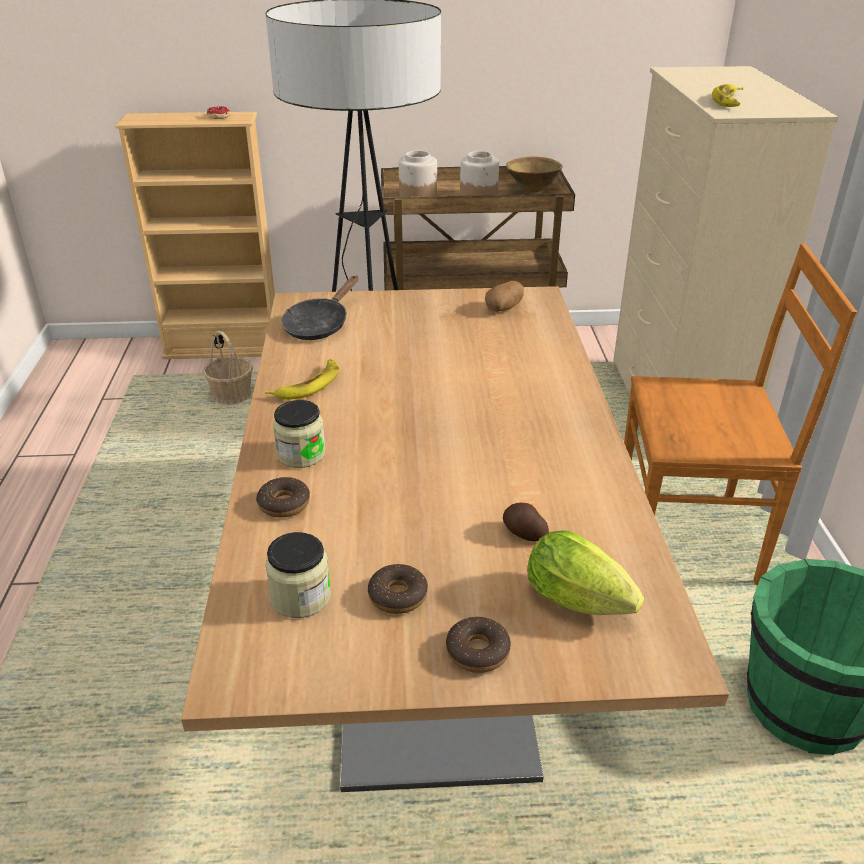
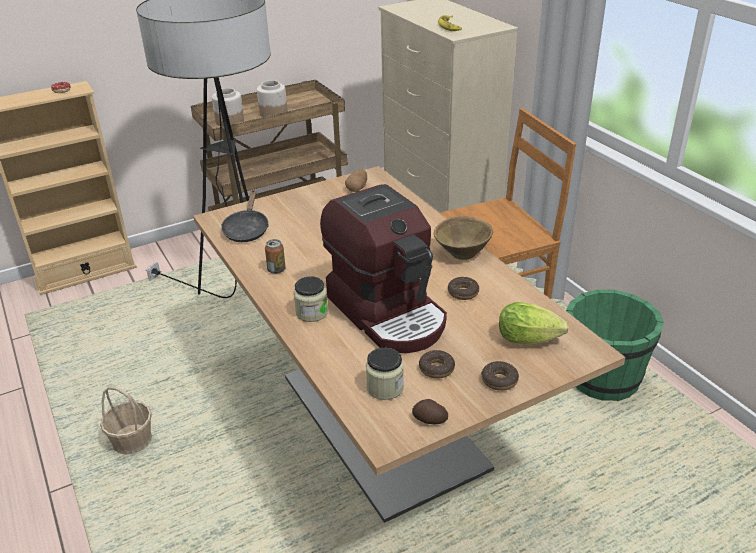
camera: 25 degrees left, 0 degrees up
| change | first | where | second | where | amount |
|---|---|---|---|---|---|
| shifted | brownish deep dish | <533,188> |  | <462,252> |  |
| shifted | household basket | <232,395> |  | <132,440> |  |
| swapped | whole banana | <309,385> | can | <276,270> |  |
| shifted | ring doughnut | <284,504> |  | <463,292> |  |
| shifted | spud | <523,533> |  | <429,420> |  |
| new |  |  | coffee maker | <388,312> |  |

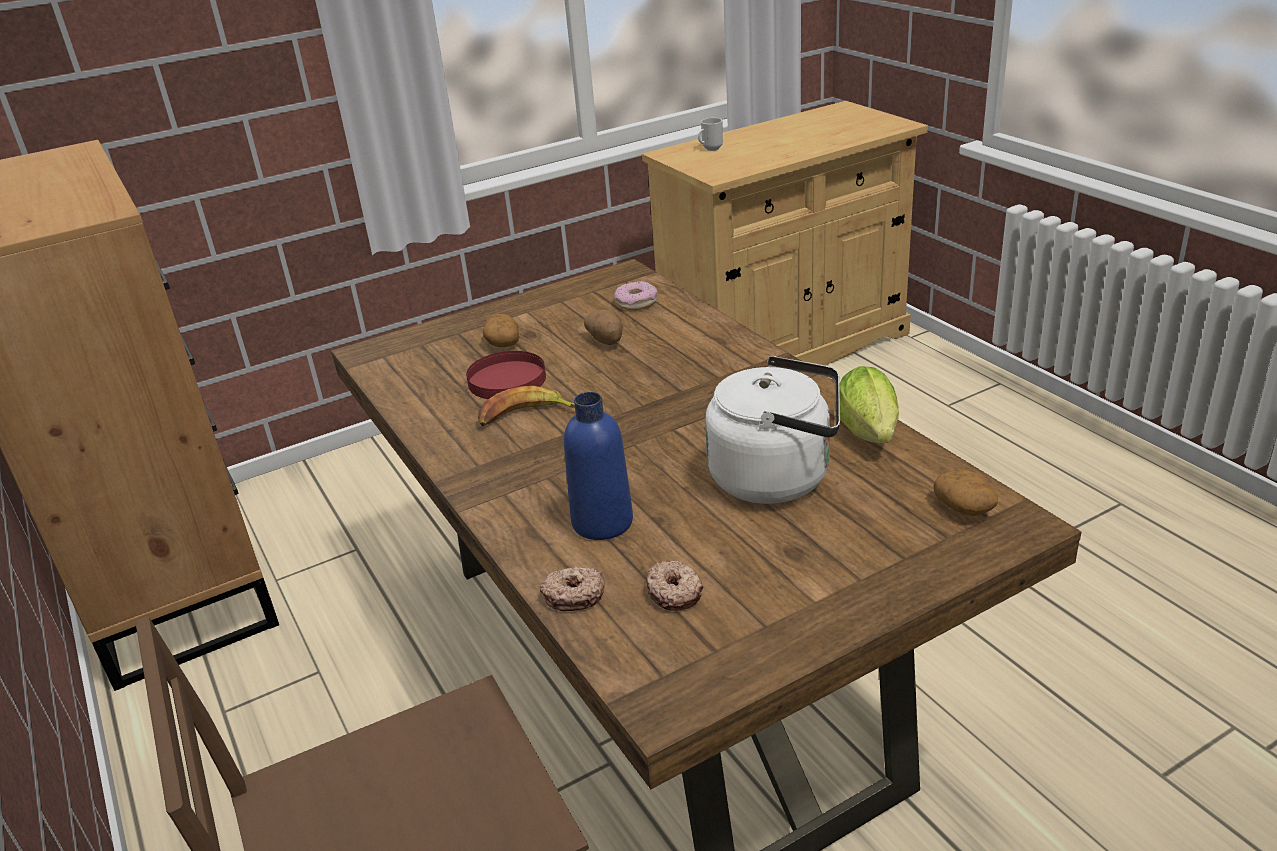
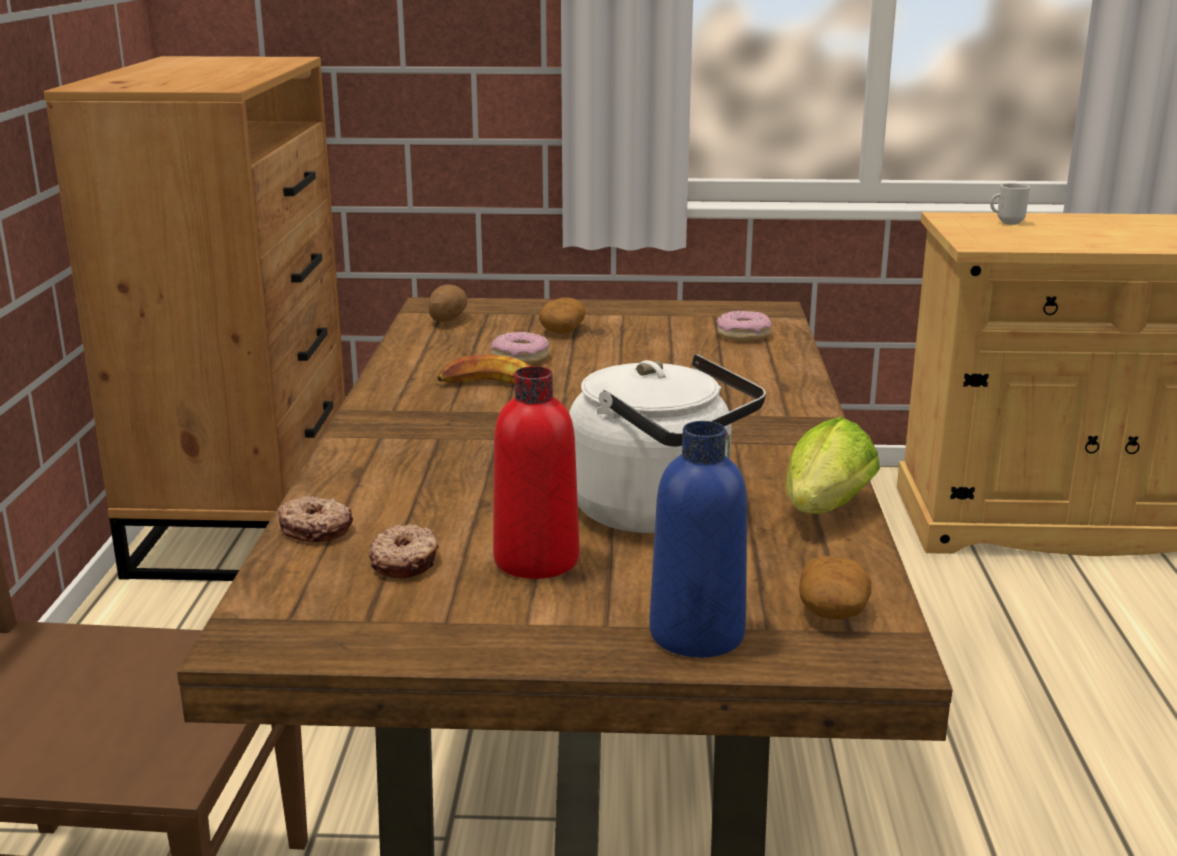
camera: 30 degrees right, 10 degrees down
| change | first | where | second | where | amount |
|---|---|---|---|---|---|
| shifted | spud | <606,340> |  | <446,319> |  |
| swapped | red plate | <506,380> | ring doughnut | <520,357> |  |
| shifted | blue-coloured bottle | <602,522> |  | <697,634> |  |
| new |  |  | red bottle | <536,560> |  |

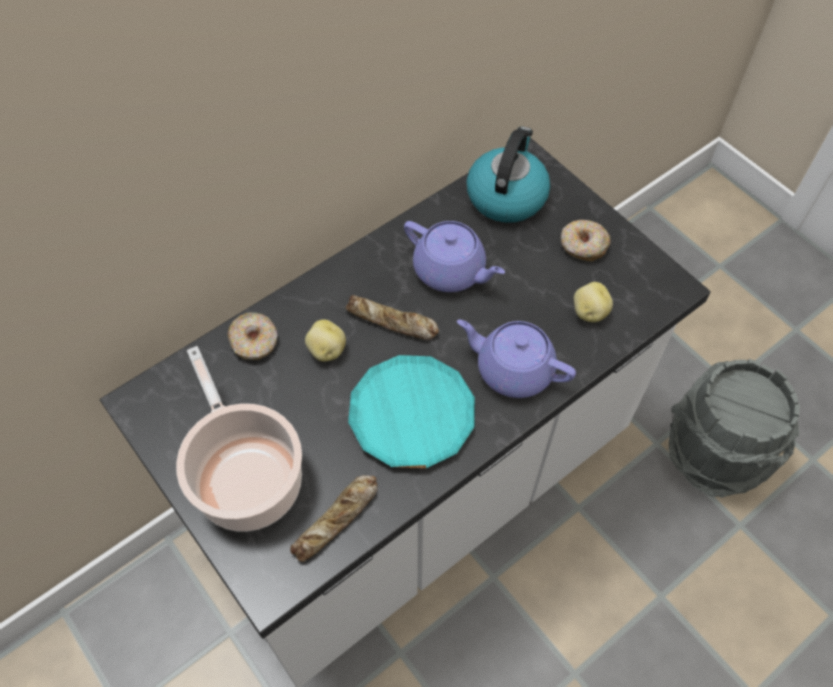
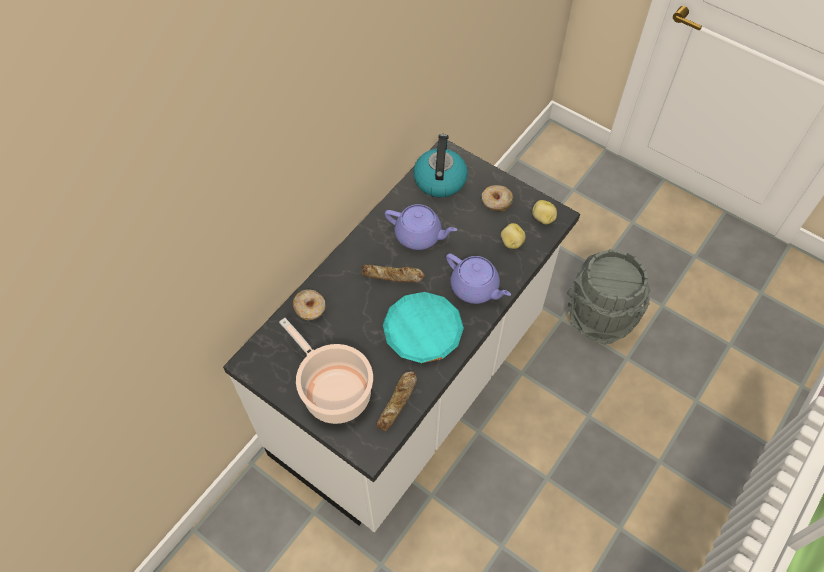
camera: 15 degrees left, 0 degrees up
| change | first | where | second | where | amount |
|---|---|---|---|---|---|
| shifted | spud | <326,350> |  | <543,219> |  |
| rotated | purple-coloured teapot | <512,369> |  | <475,288> | 150 degrees counterclockwise |

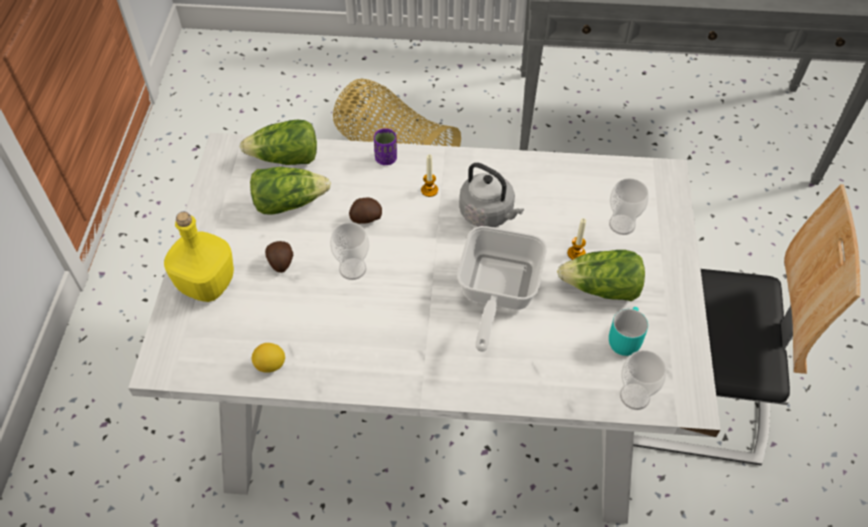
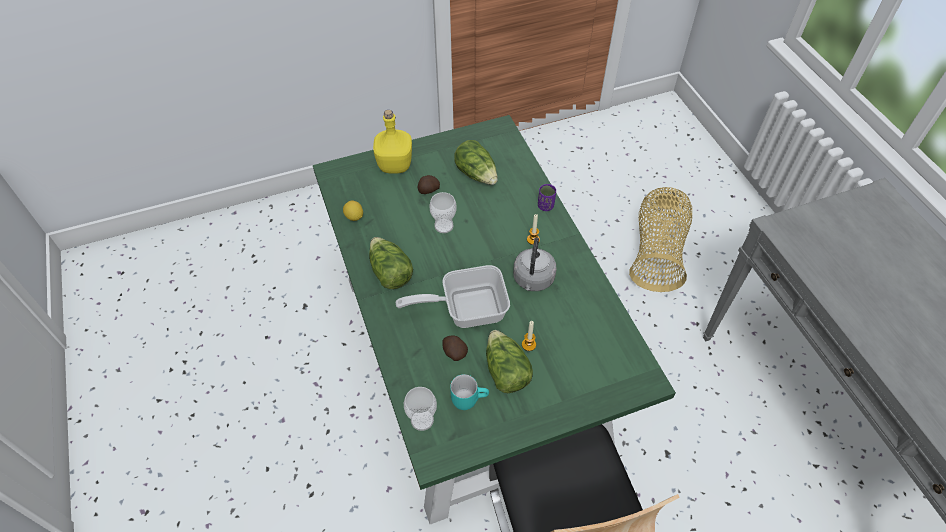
camera: 65 degrees right, 0 degrees up
| change | first | where | second | where | amount |
|---|---|---|---|---|---|
| shifted | lettuce | <285,159> |  | <389,272> |  |
| repainted | white dining table | <431,391> | green-coloured dining table | <470,359> |  |
| gone | small cup | <622,224> |  |  |  |
| shifted | spud | <366,218> |  | <454,352> |  |

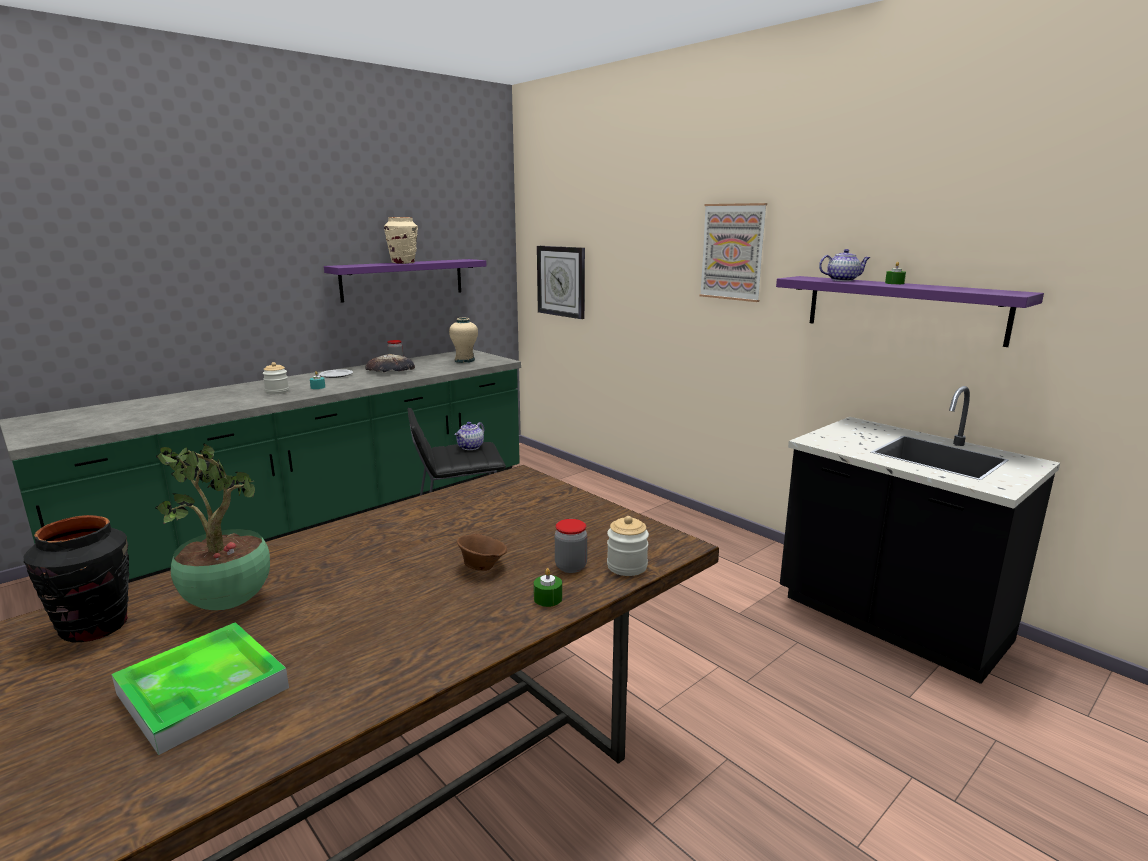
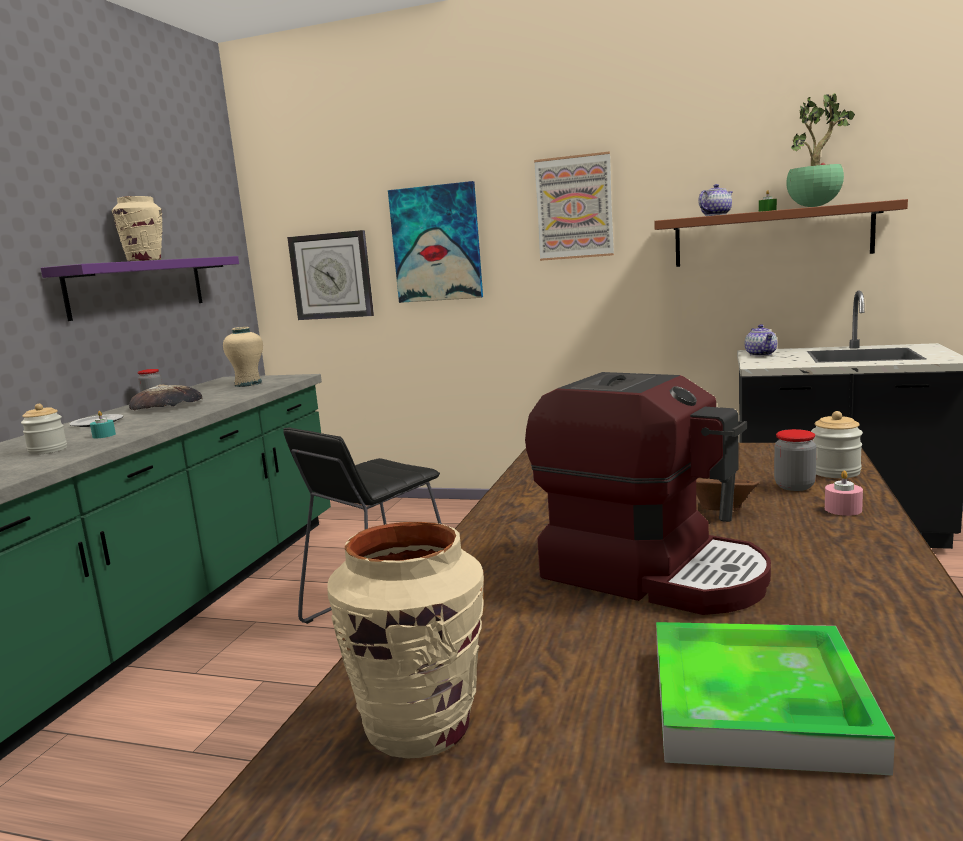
camera: 30 degrees left, 5 degrees down
| change | first | where | second | where | amount |
|---|---|---|---|---|---|
| repainted | purple-coloured bracket shelf | <902,308> | brownish bracket shelf | <771,236> |  |
| shifted | teapot | <471,447> |  | <761,354> |  |
| shifted | houseplant | <231,603> |  | <815,206> |  |
| repainted | blackish flower vase | <96,627> | beige-coloured flower vase | <420,727> |  |
| repainted | green-coloured wax candle | <548,598> | pinkish wax candle | <843,509> |  |
| new |  |  | wall picture | <436,243> |  |
| new |  |  | coffee maker | <652,572> |  |

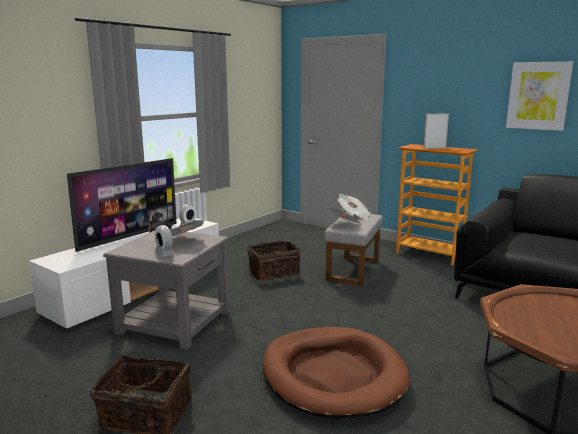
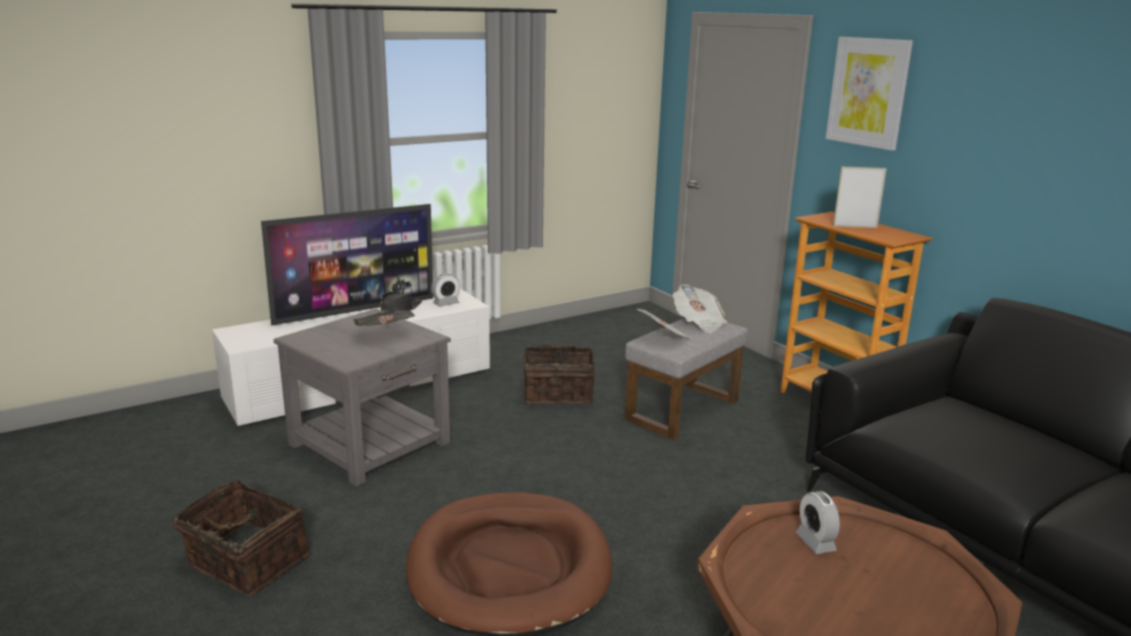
camera: 20 degrees right, 5 degrees up
| change | first | where | second | where | amount |
|---|---|---|---|---|---|
| shifted | wall picture | <538,96> |  | <868,92> |  |
| shifted | table clock | <164,253> |  | <815,542> |  |

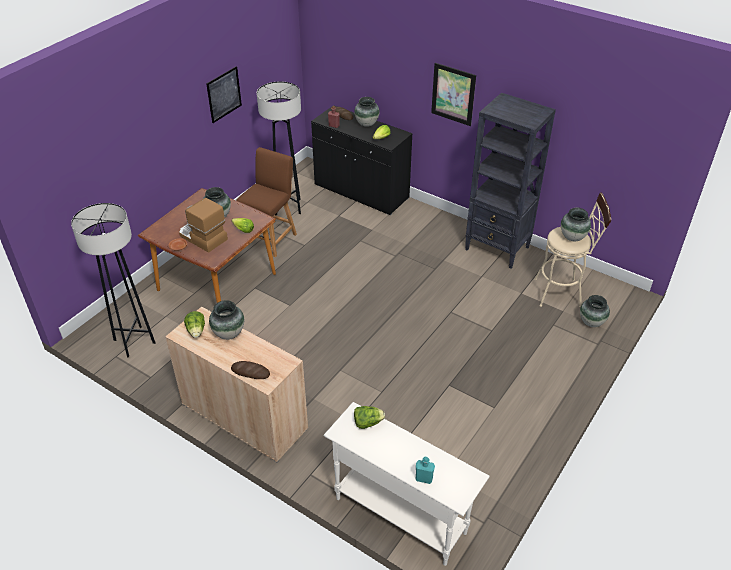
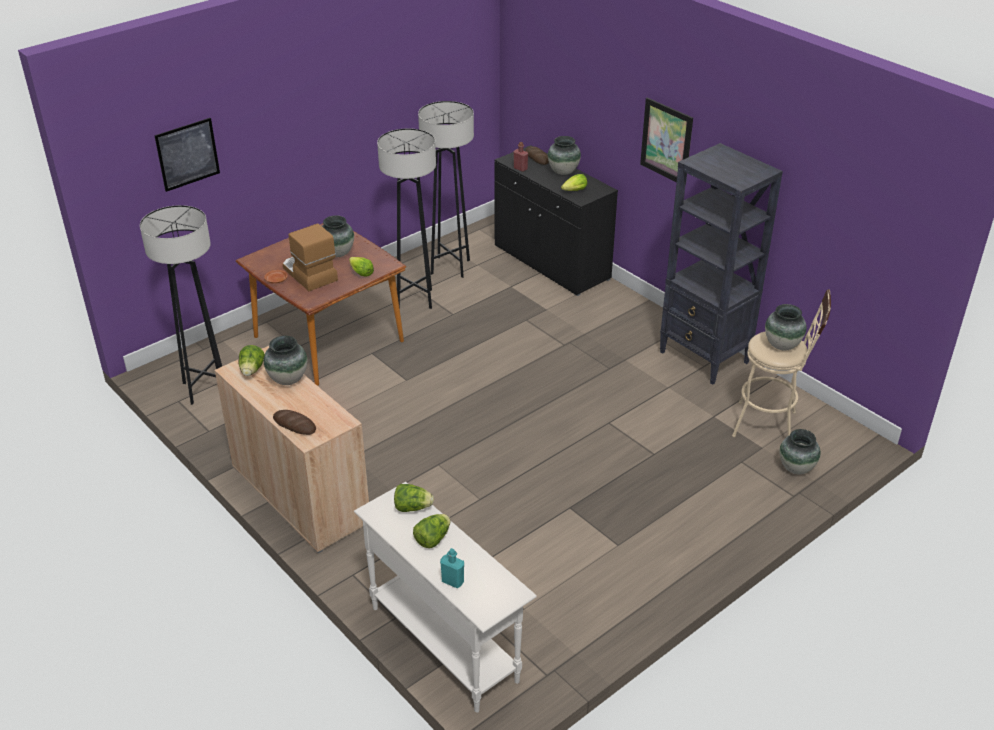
camera: 15 degrees right, 5 degrees down
| change | first | where | second | where | amount |
|---|---|---|---|---|---|
| shifted | wall picture | <224,94> |  | <187,154> |  |
| swapped | brownish plain chair | <270,238> | gray standard lamp | <414,299> |  |
| new |  |  | lettuce | <432,539> |  |

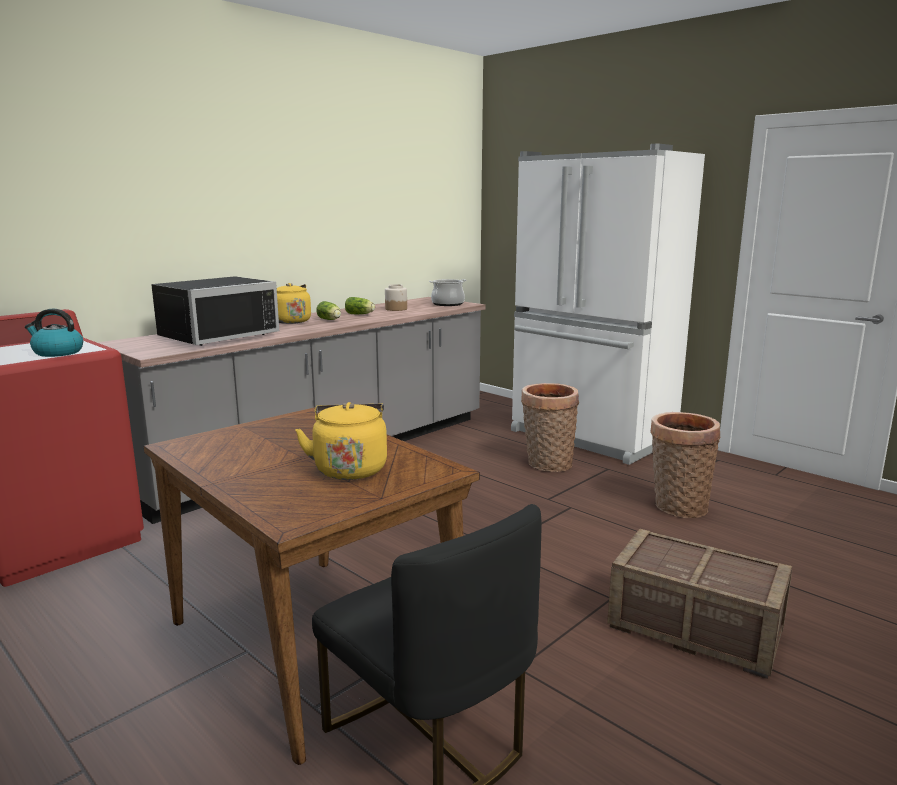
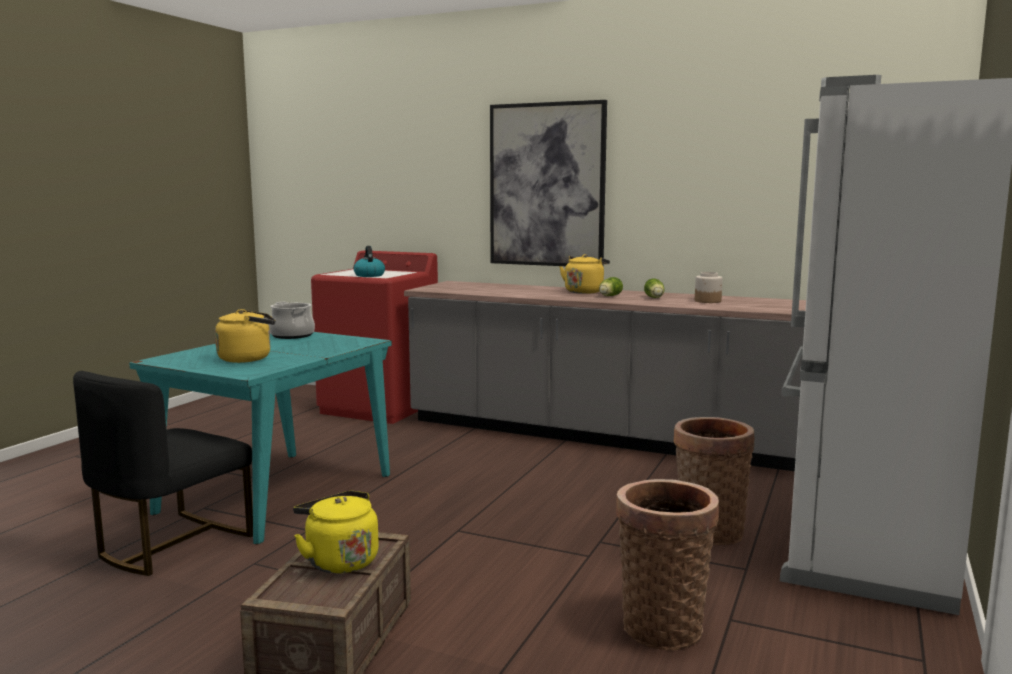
camera: 70 degrees right, 5 degrees down
| change | first | where | second | where | amount |
|---|---|---|---|---|---|
| gone | blackish microwave oven | <215,335> |  |  |  |
| shifted | stockpot | <447,304> |  | <292,335> |  |
| repainted | brownish dining table | <315,642> | turquoise-coloured dining table | <276,494> |  |
| new |  |  | wall picture | <547,185> |  |
| new |  |  | yellow tea kettle | <339,560> |  |

